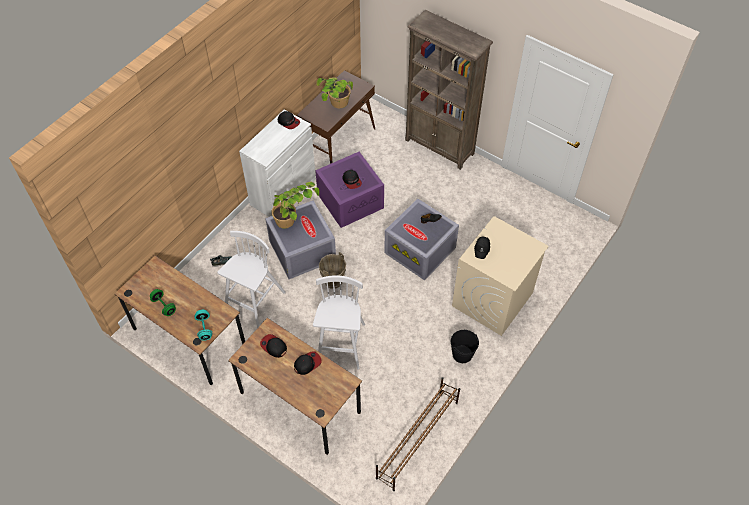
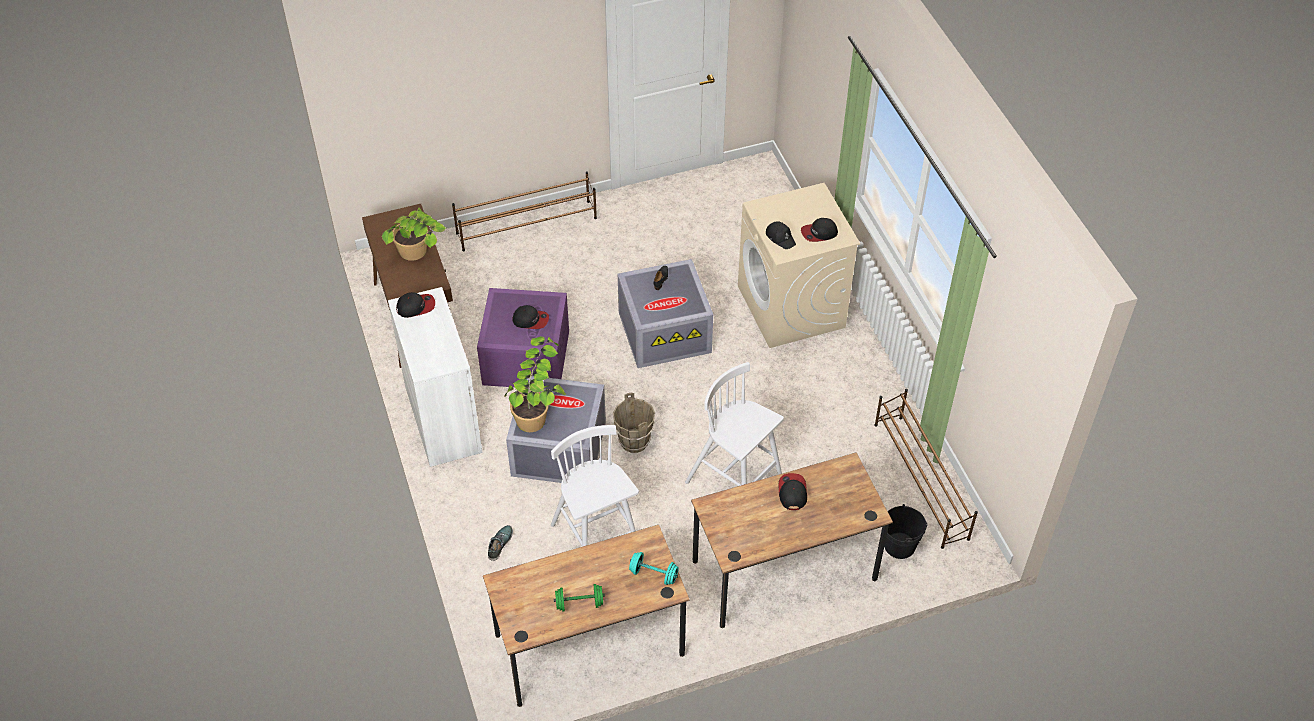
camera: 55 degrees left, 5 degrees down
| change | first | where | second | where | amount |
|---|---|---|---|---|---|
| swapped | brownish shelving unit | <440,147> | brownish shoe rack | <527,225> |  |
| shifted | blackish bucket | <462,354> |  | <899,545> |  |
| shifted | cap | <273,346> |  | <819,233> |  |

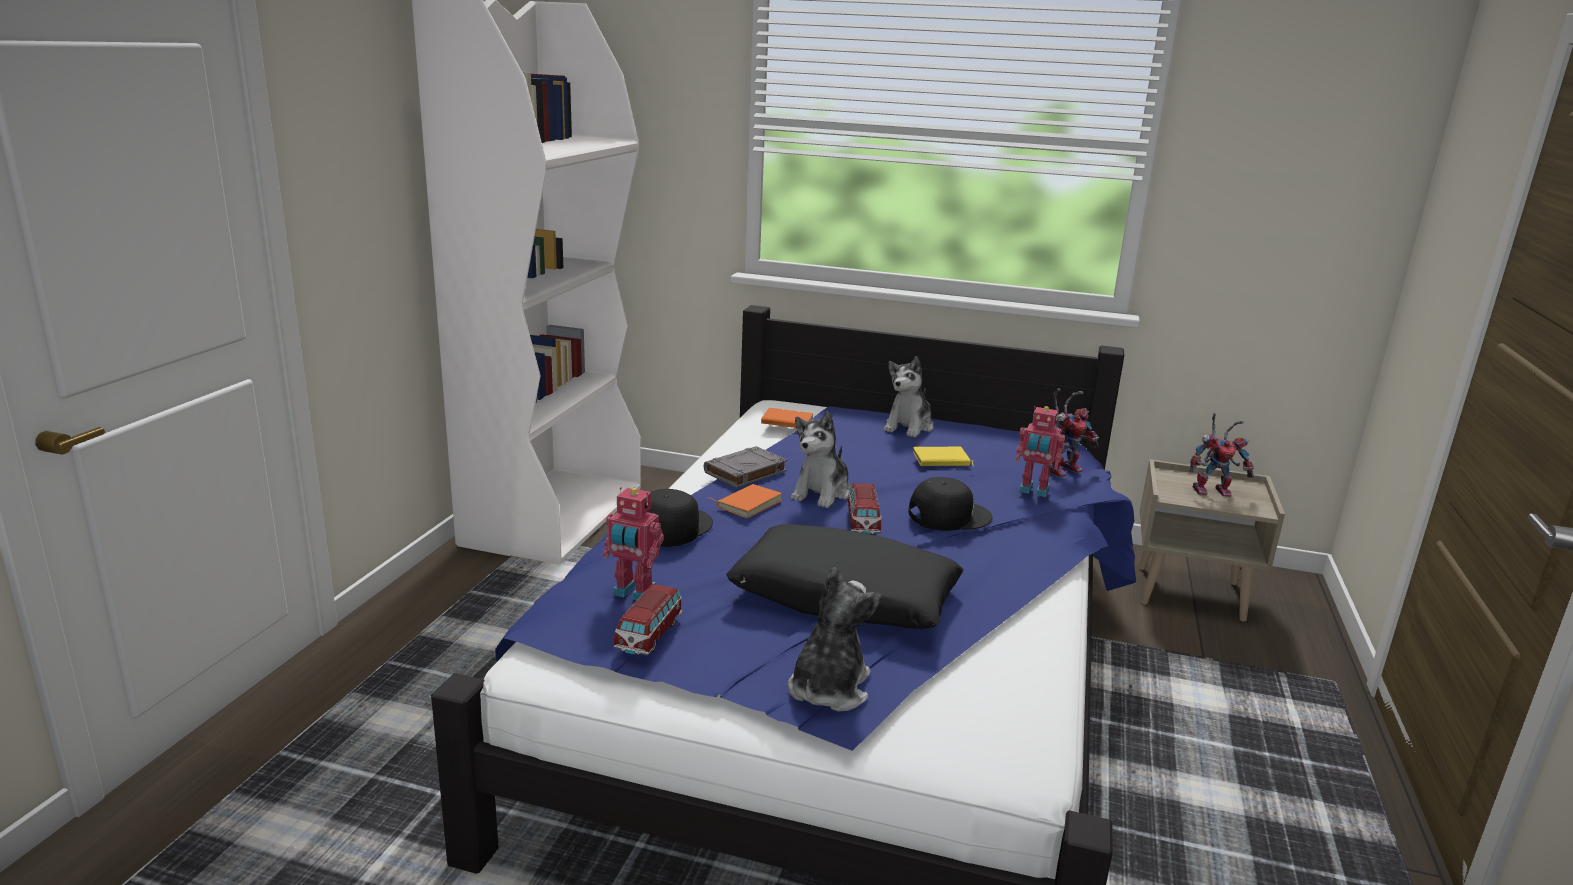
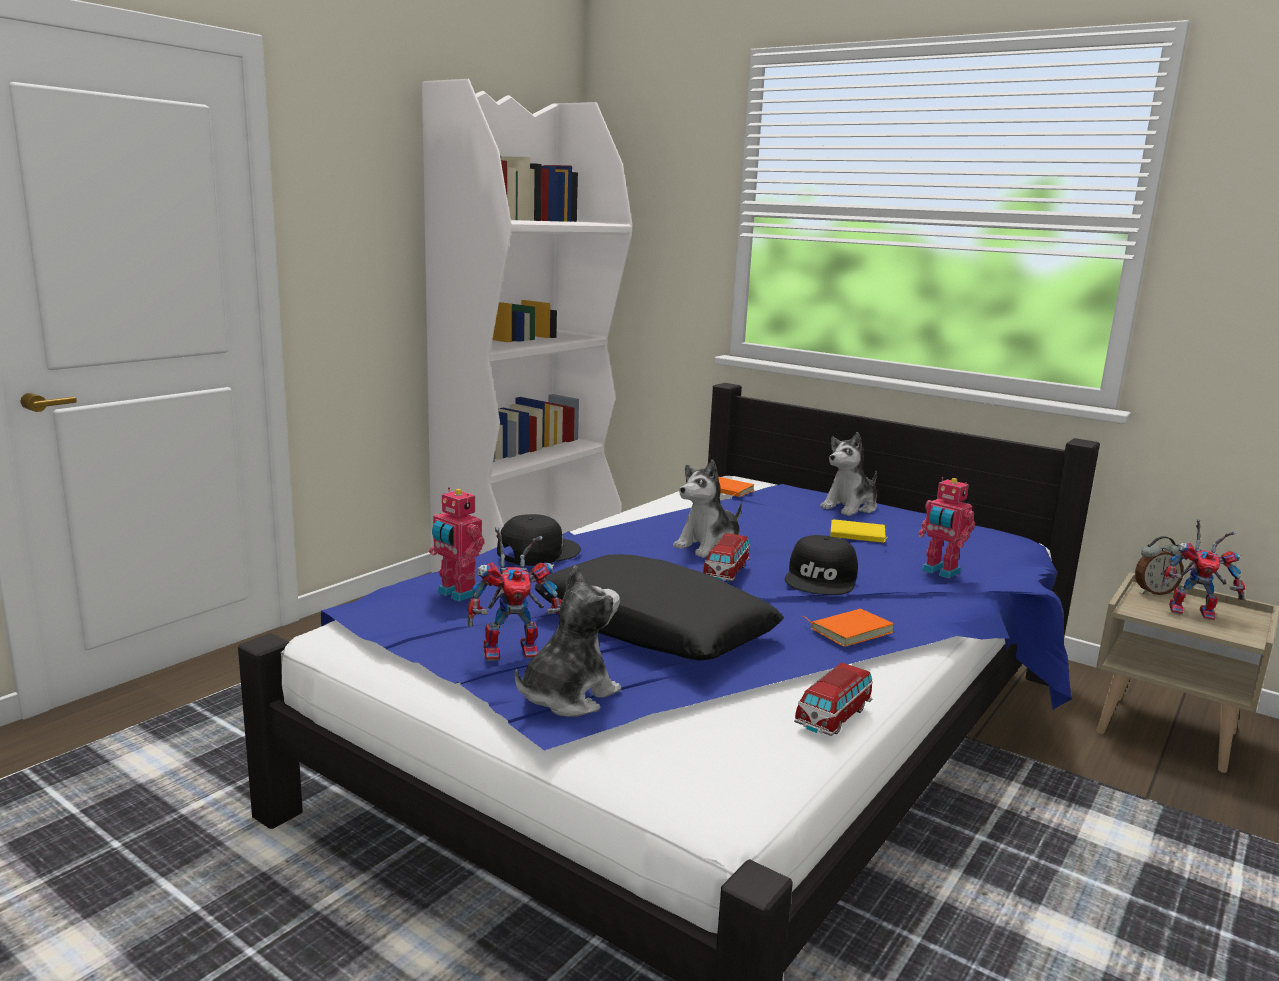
camera: 20 degrees right, 5 degrees down
| change | first | where | second | where | amount |
|---|---|---|---|---|---|
| shifted | robot figure | <1063,469> |  | <515,649> |  |
| gone | gray book | <745,472> |  |  |  |
| rotated | blackish cap | <948,515> |  | <822,579> | 105 degrees clockwise |
| shifted | orange book | <747,503> |  | <850,630> |  |
| shifted | miniature car | <649,635> |  | <833,717> |  |
| new |  |  | table clock | <1153,592> |  |

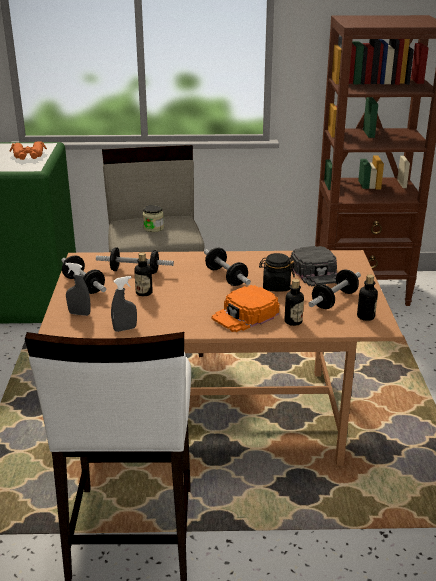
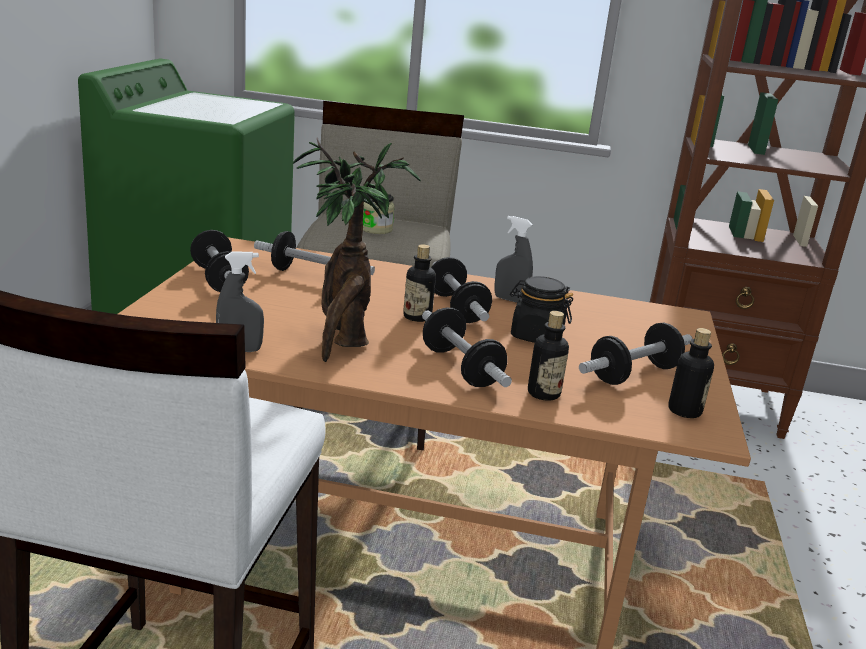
camera: 10 degrees right, 5 degrees down
| change | first | where | second | where | amount |
|---|---|---|---|---|---|
| gone | orange binoculars | <28,156> |  |  |  |
| gone | blackish cap | <316,272> |  |  |  |
| shifted | bottle | <144,293> |  | <417,317> |  |
| shifted | gray hand sprayer | <79,313> |  | <510,300> |  |
| swapped | orange cap | <245,315> | dumbbell | <461,368> |  |
| new |  |  | houseplant | <344,340> |  |

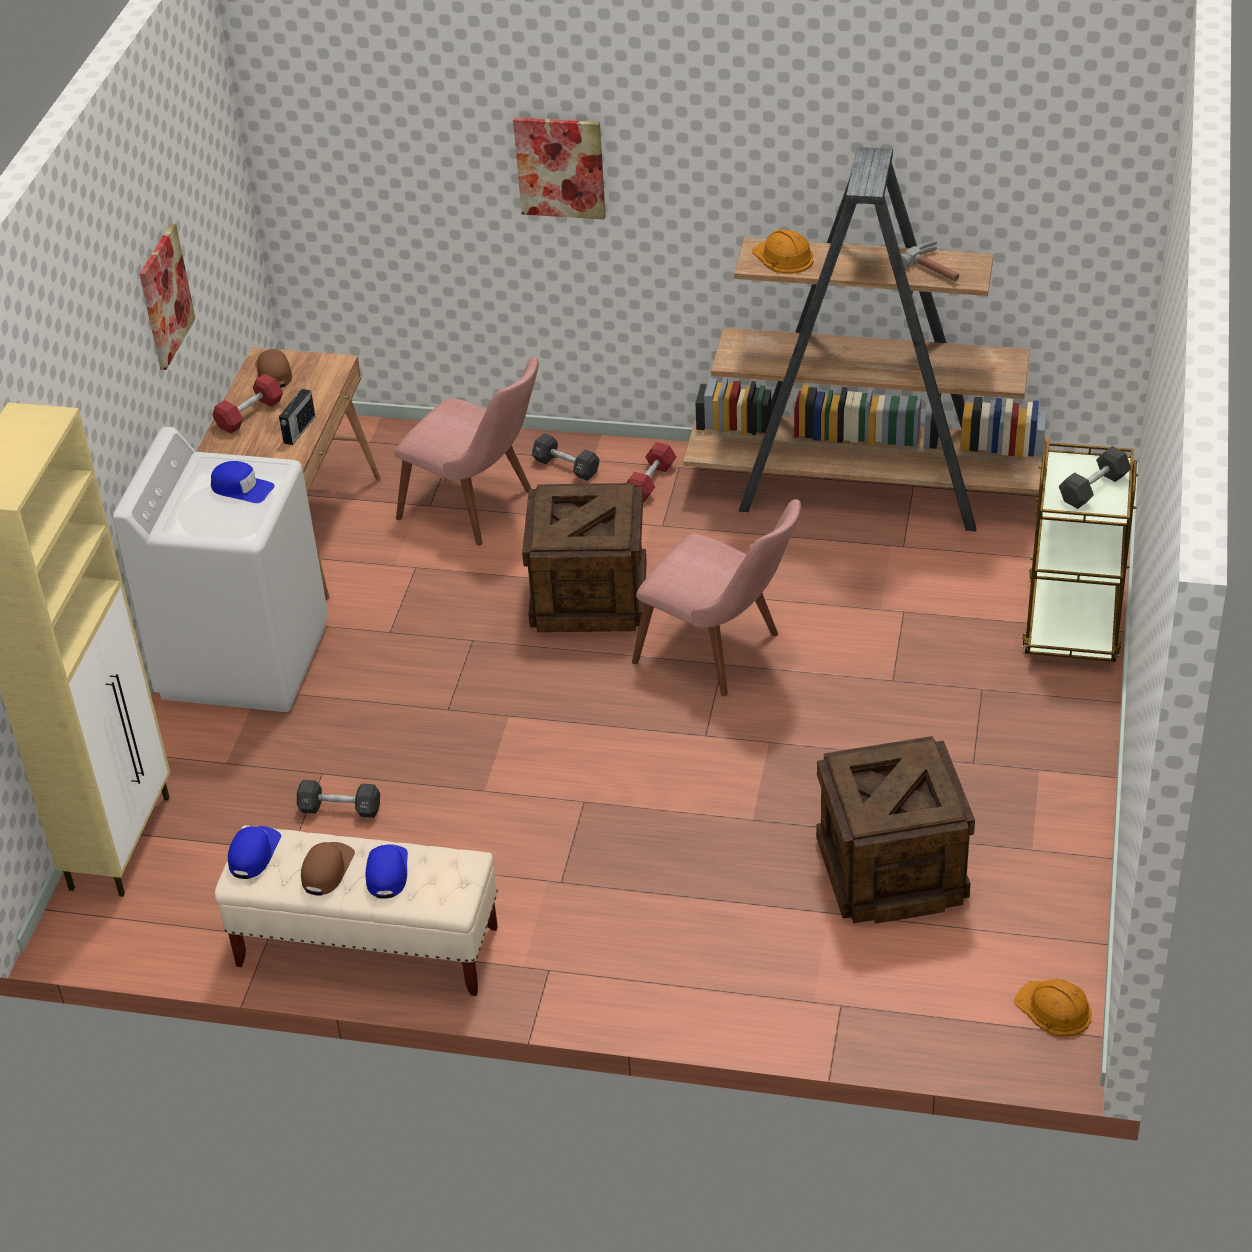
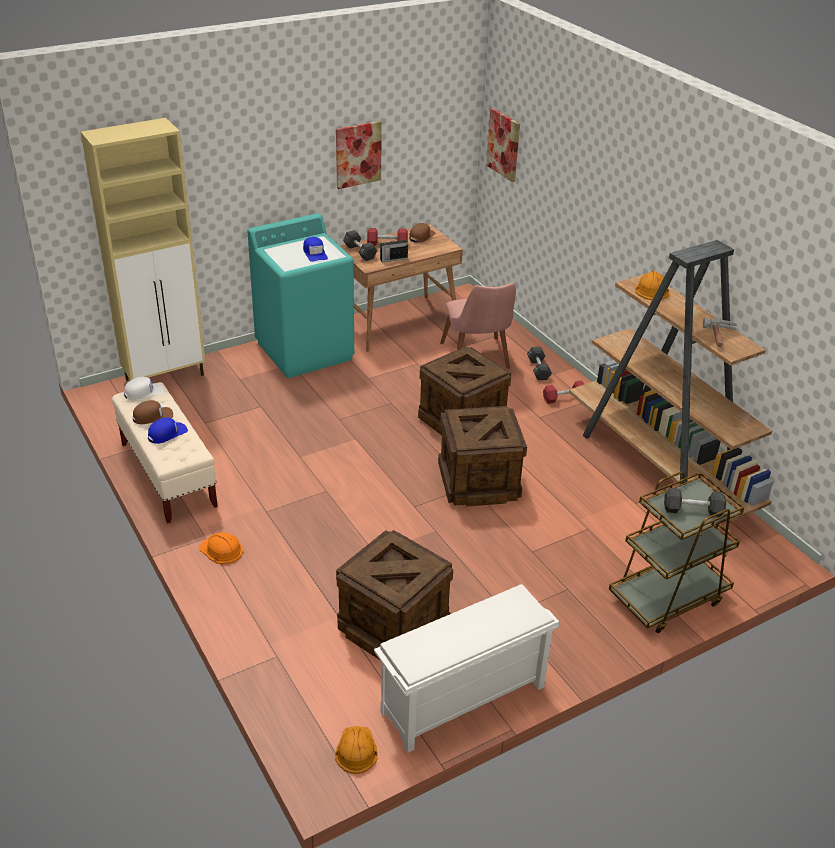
camera: 45 degrees right, 5 degrees down
| change | first | where | second | where | amount |
|---|---|---|---|---|---|
| shifted | wall picture | <560,167> |  | <504,144> |  |
| repainted | white washing machine | <244,659> | turquoise-coloured washing machine | <305,351> |  |
| swapped | pinkish plain chair | <723,652> | shipping crate | <478,482> |  |
| shifted | blackish dumbbell | <340,809> |  | <360,252> |  |
| repainted | blue-coloured cap | <253,853> | white cap | <144,392> |  |
| new |  |  | orange hard hat | <221,550> |  |
| new |  |  | white shoe rack | <462,701> |  |

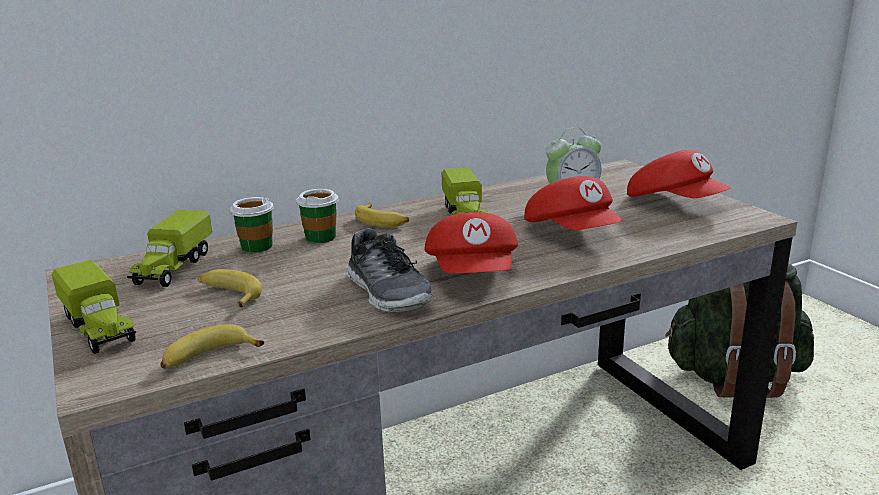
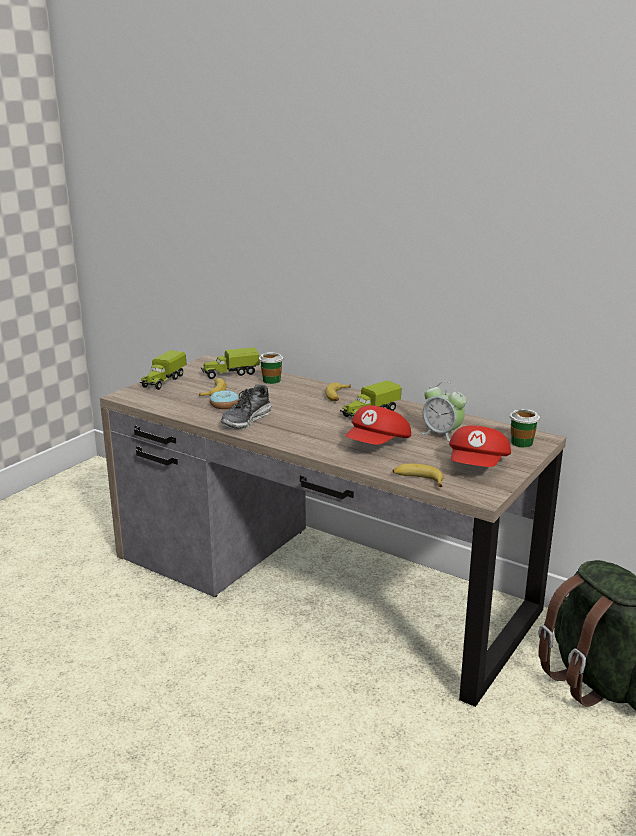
camera: 60 degrees right, 0 degrees up
| change | first | where | second | where | amount |
|---|---|---|---|---|---|
| shifted | small cup | <321,237> |  | <522,443> |  |
| gone | red cap | <474,275> |  |  |  |
| shifted | whole banana | <208,357> |  | <418,480> |  |
| new |  |  | ring doughnut | <224,405> |  |

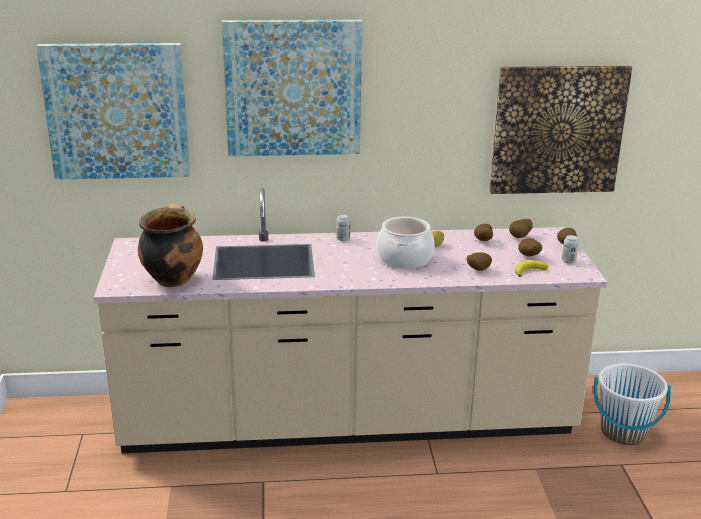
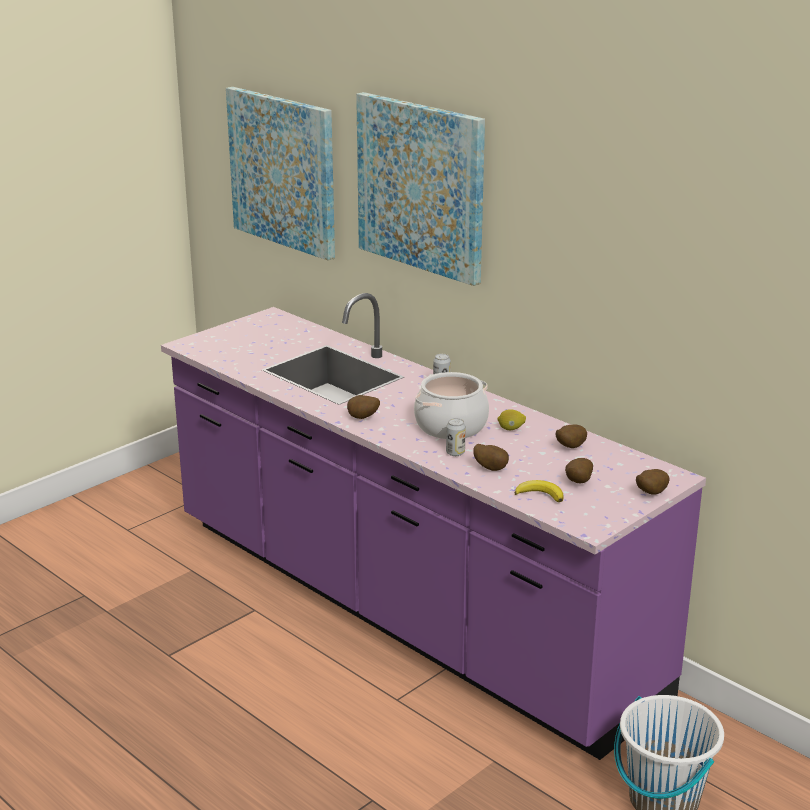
camera: 50 degrees right, 0 degrees up
| change | first | where | second | where | amount |
|---|---|---|---|---|---|
| gone | wall picture | <557,129> |  |  |  |
| repainted | beige-coloured kitchen counter | <348,422> | purple-coloured kitchen counter | <405,609> |  |
| gone | stockpot | <172,279> |  |  |  |
| shifted | spud | <520,237> |  | <363,418> |  |
| shifted | can | <568,261> |  | <455,453> |  |

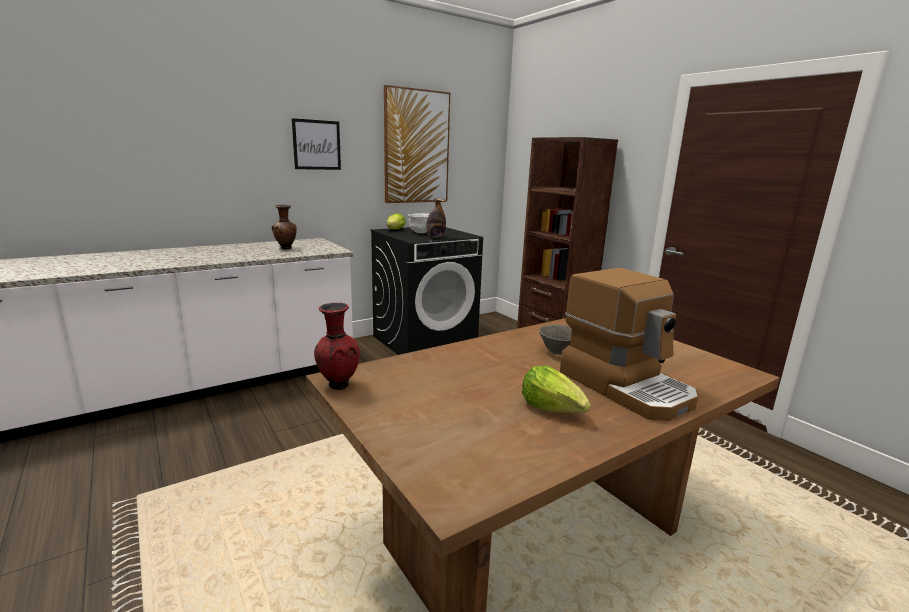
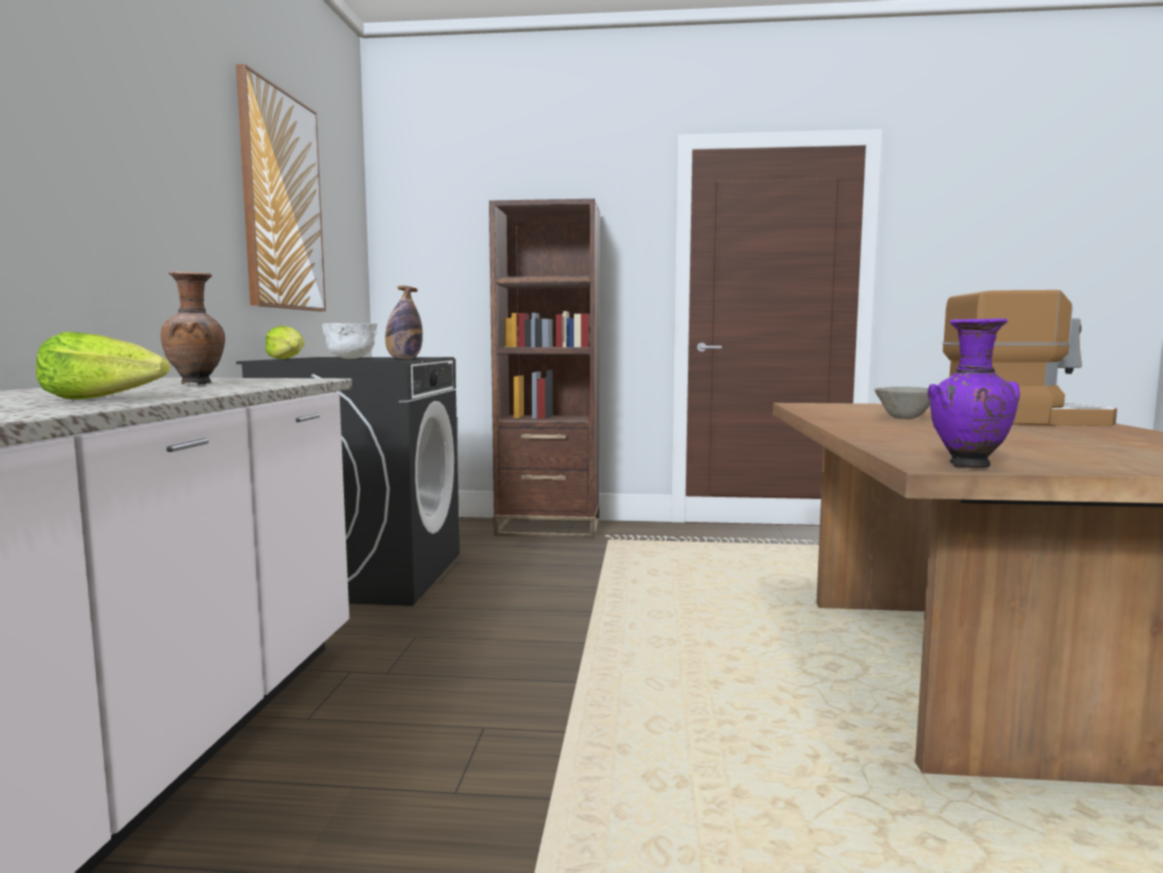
camera: 50 degrees left, 10 degrees down
| change | first | where | second | where | amount |
|---|---|---|---|---|---|
| gone | wall picture | <317,145> |  |  |  |
| repainted | red flower vase | <337,385> | purple-coloured flower vase | <968,466> |  |
| shifted | lettuce | <552,408> |  | <104,398> |  |

